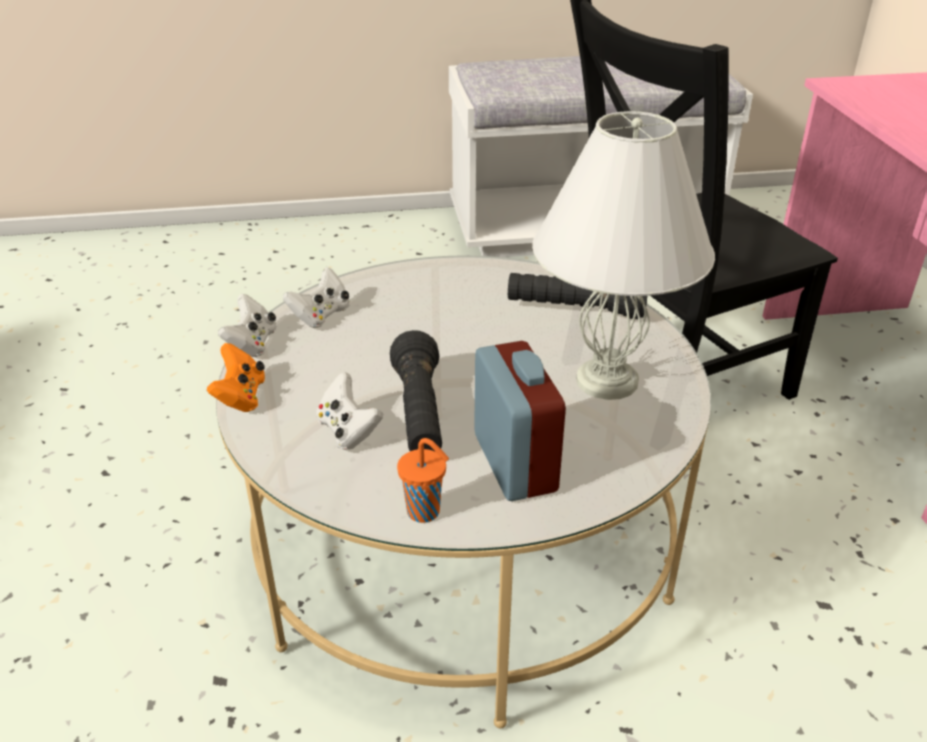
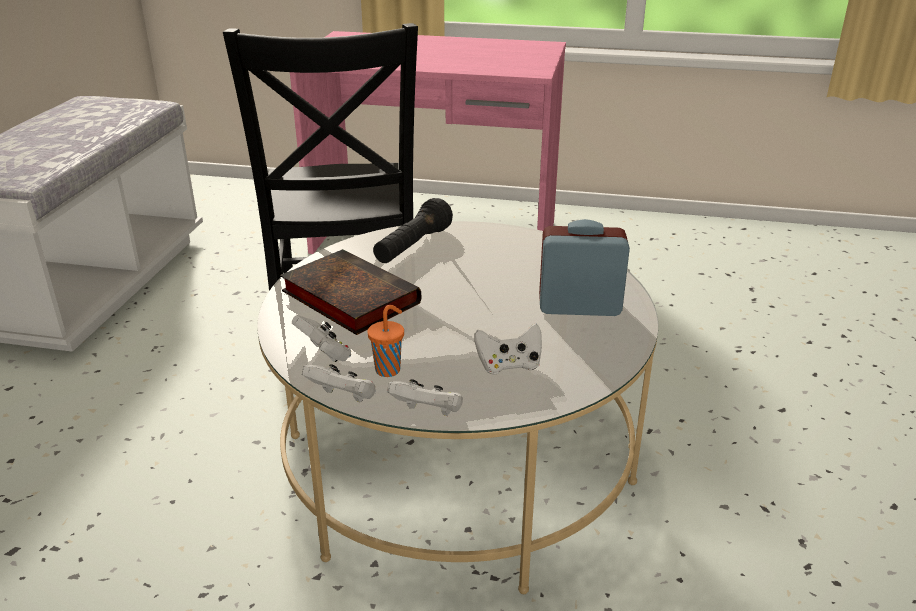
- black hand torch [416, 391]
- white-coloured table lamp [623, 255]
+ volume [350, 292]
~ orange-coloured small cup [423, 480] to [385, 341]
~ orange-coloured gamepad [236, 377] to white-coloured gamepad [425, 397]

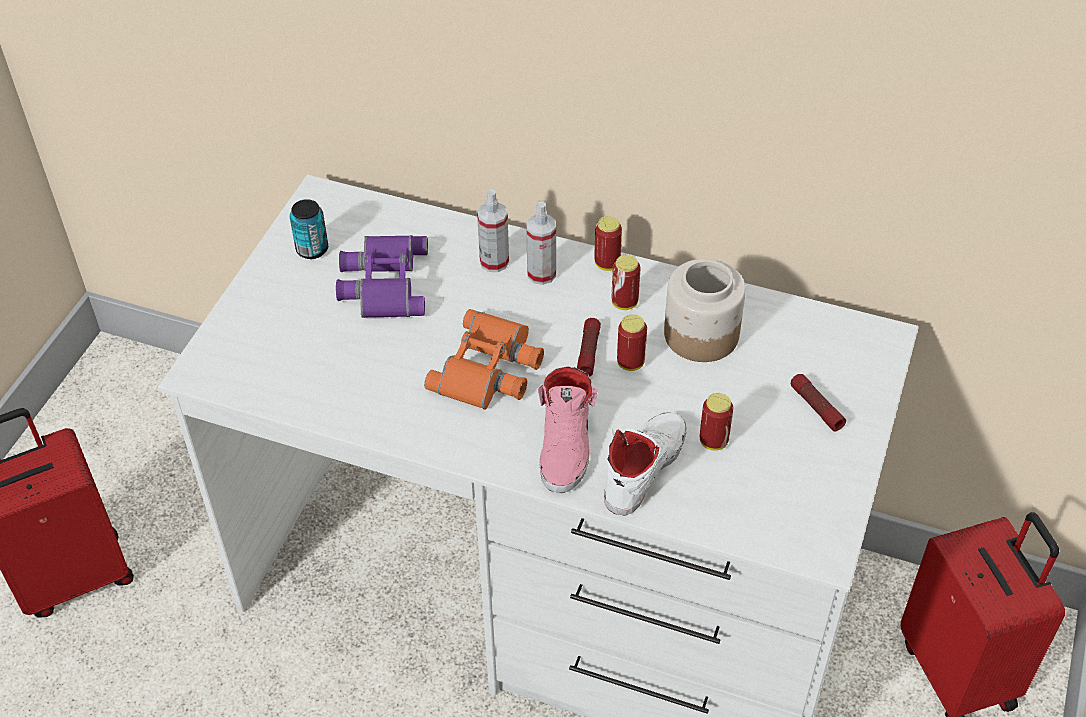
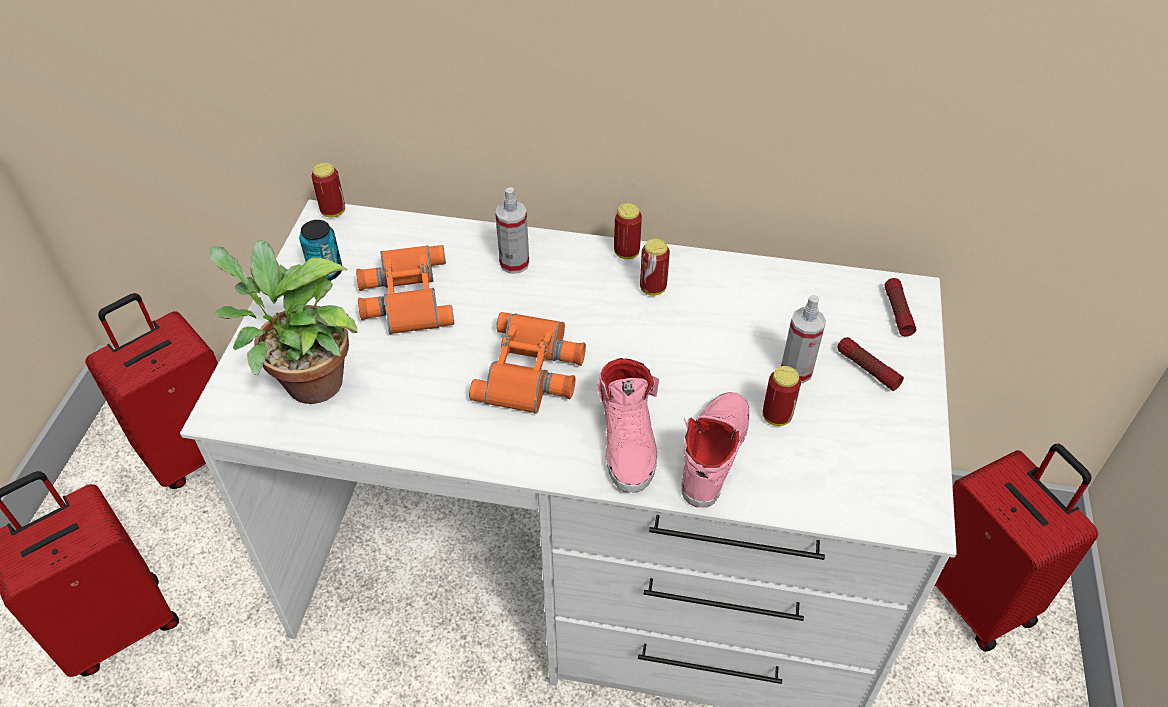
- preserve jar [705, 310]
+ red suitcase [151, 391]
+ plant in a pot [283, 322]
~ spray bottle [541, 243] to [803, 339]
~ hand torch [589, 347] to [900, 307]
~ can [632, 342] to [328, 190]
~ purple-coloured field glasses [382, 276] to orange-coloured field glasses [405, 289]
~ white-coloured shoe [645, 464] to pink shoe [716, 449]

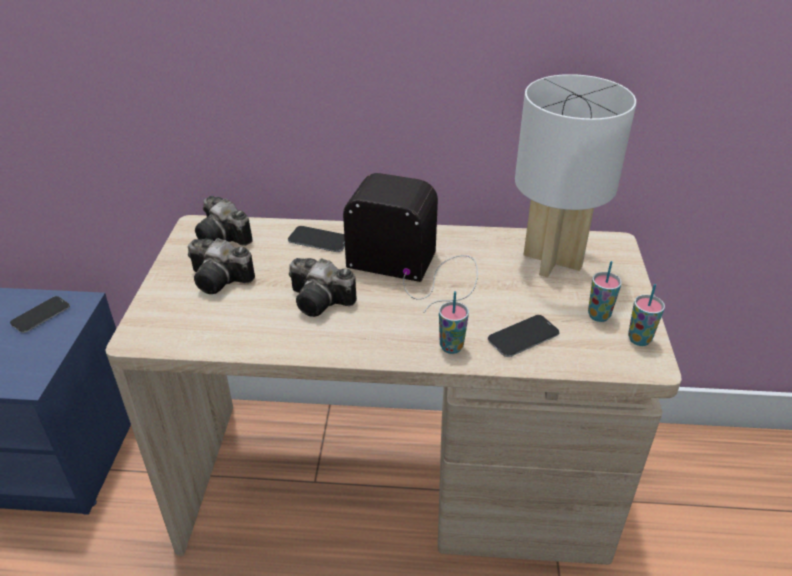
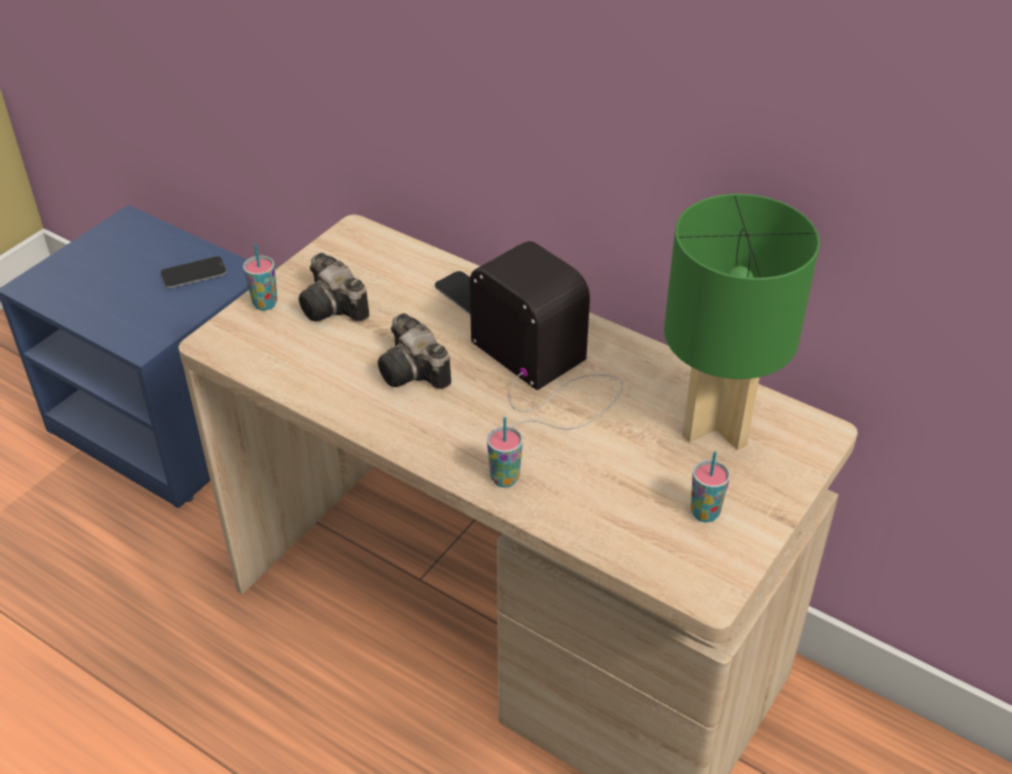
- photo camera [224, 221]
- phone [523, 336]
~ small cup [646, 315] to [260, 277]
~ white-coloured table lamp [575, 176] to green table lamp [742, 322]

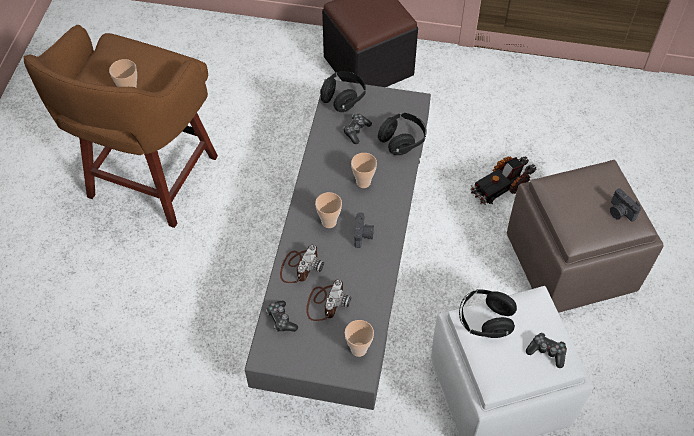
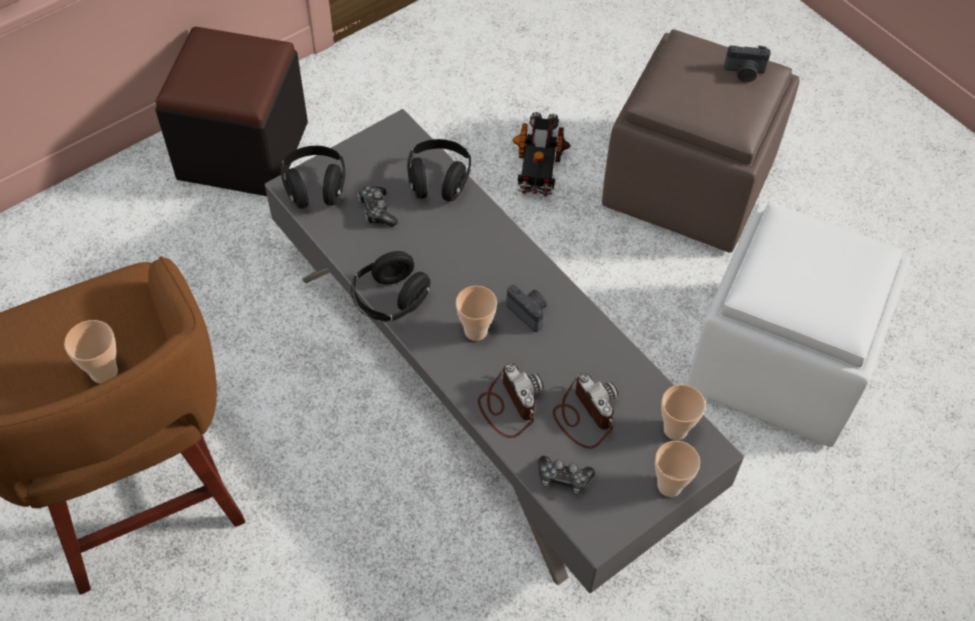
- gamepad [546, 350]
~ small cup [364, 170] to [677, 469]
~ black headset [488, 313] to [390, 286]

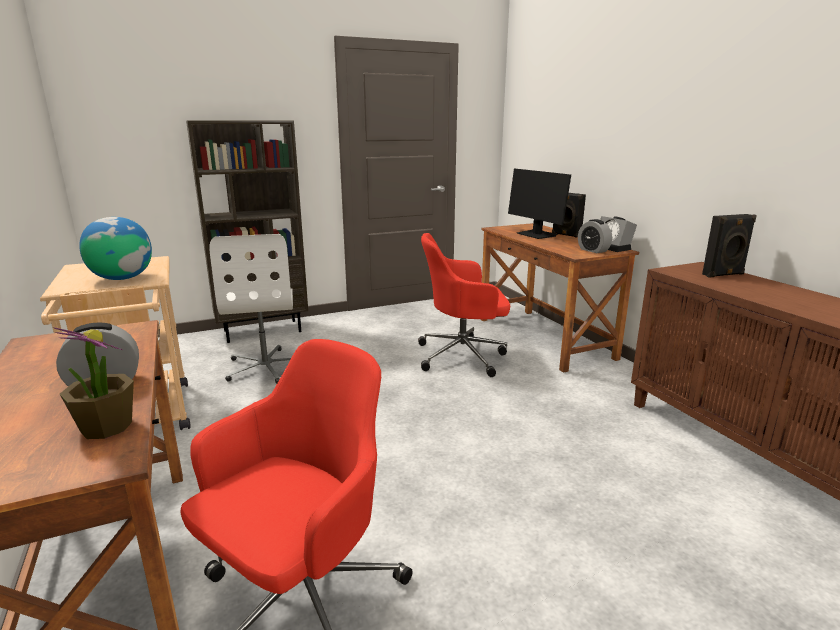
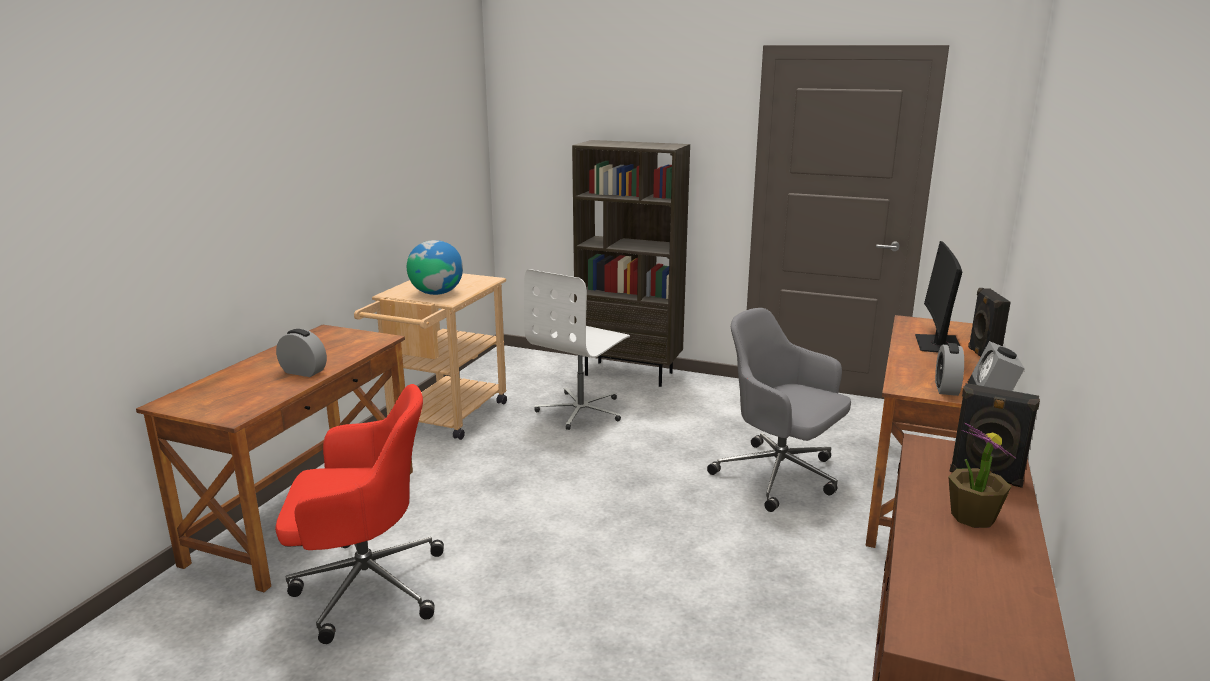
~ plant in a pot [94, 383] to [982, 475]
~ red computer chair [464, 305] to greyish computer chair [779, 410]

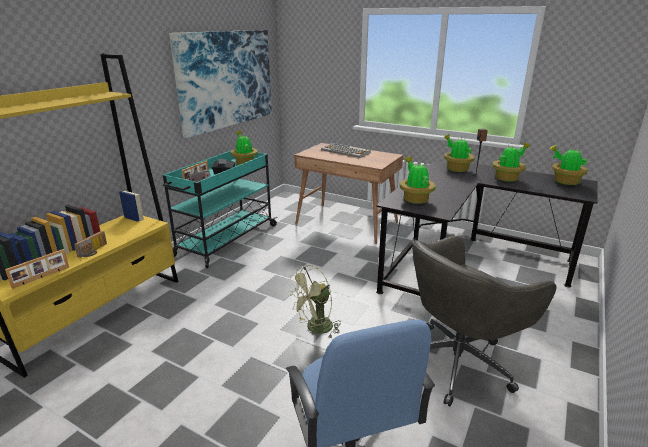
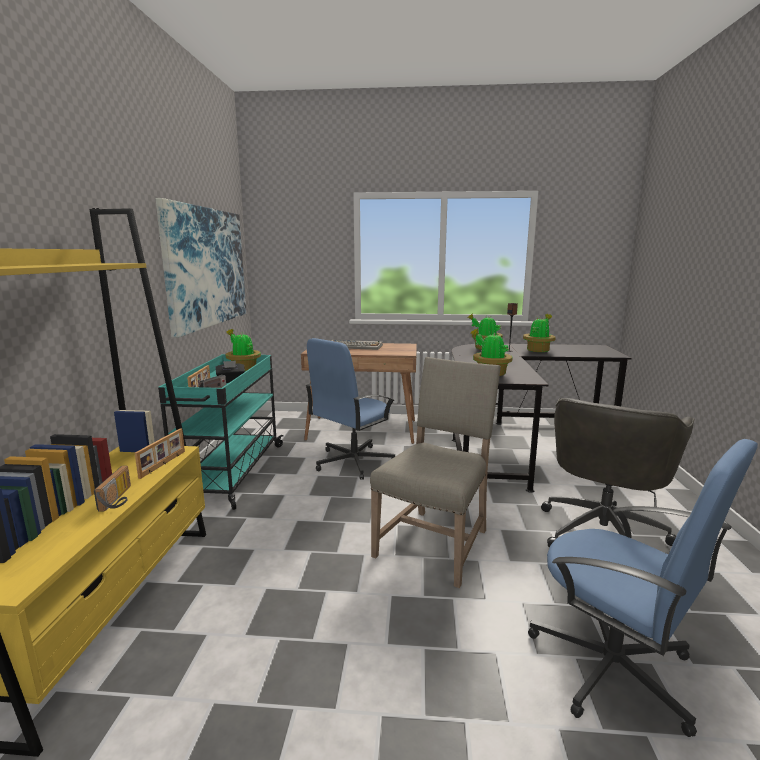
- plant in a pot [569, 165]
+ blue computer chair [350, 409]
~ picture frame [37, 269] to [160, 454]
~ green fan [314, 301] to sand-coloured chair [435, 472]

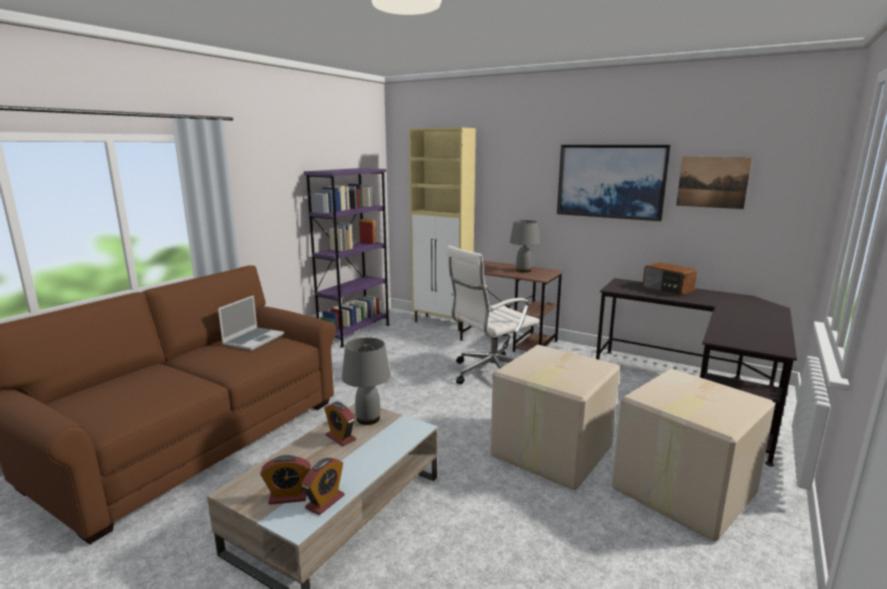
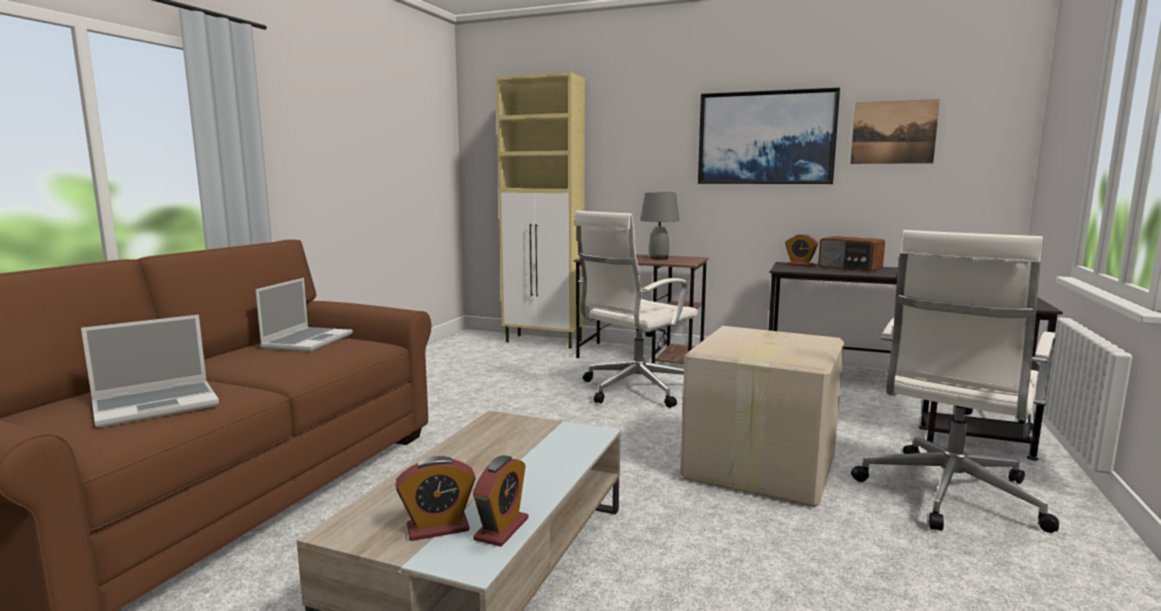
- purple-coloured bookcase [347, 258]
- greyish table lamp [366, 381]
+ notebook computer [150, 371]
~ table clock [340, 424] to [801, 250]
~ carton [693, 454] to white-coloured computer chair [955, 381]

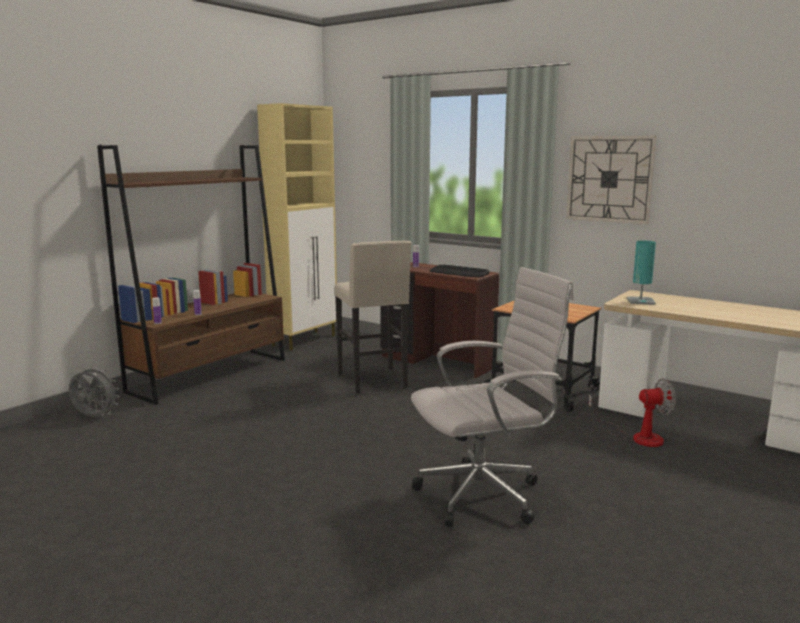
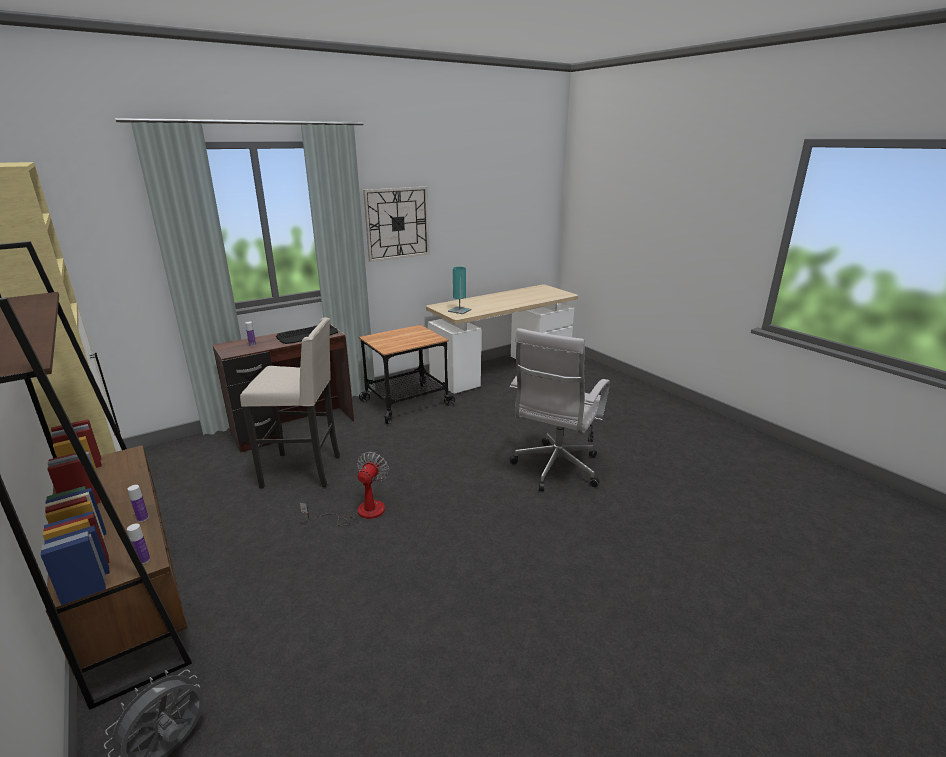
~ fan [632, 412] to [344, 489]
~ white-coloured computer chair [492, 397] = [559, 409] 150 degrees counterclockwise

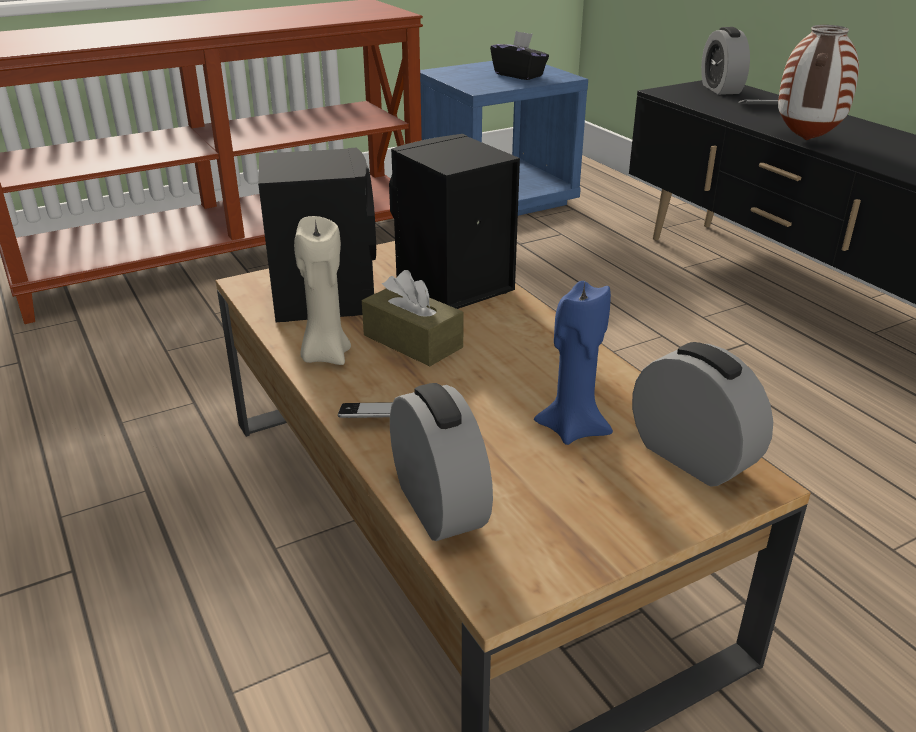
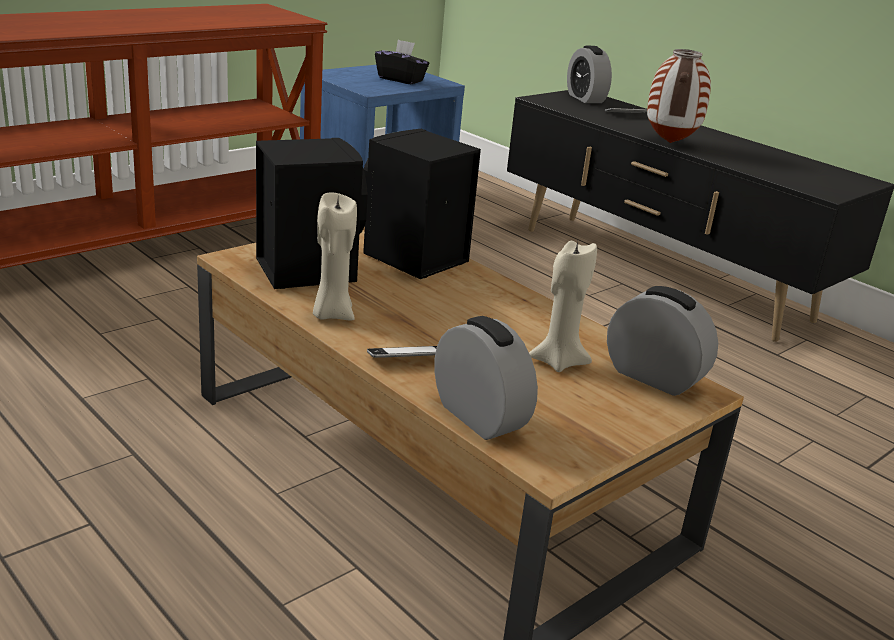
- brownish tissue holder [412, 318]
~ blue wax candle [573, 363] to sand-coloured wax candle [563, 306]

